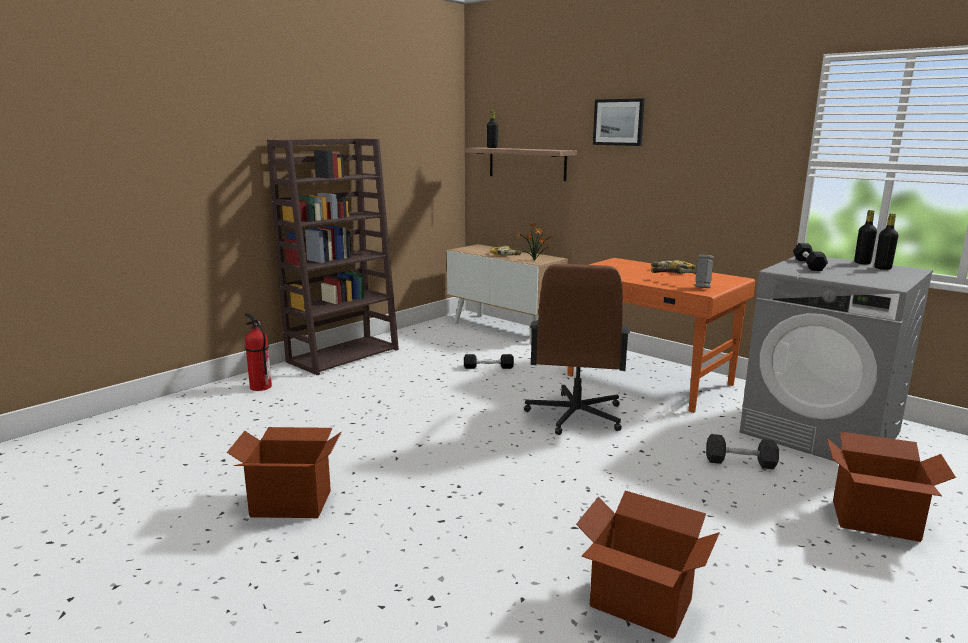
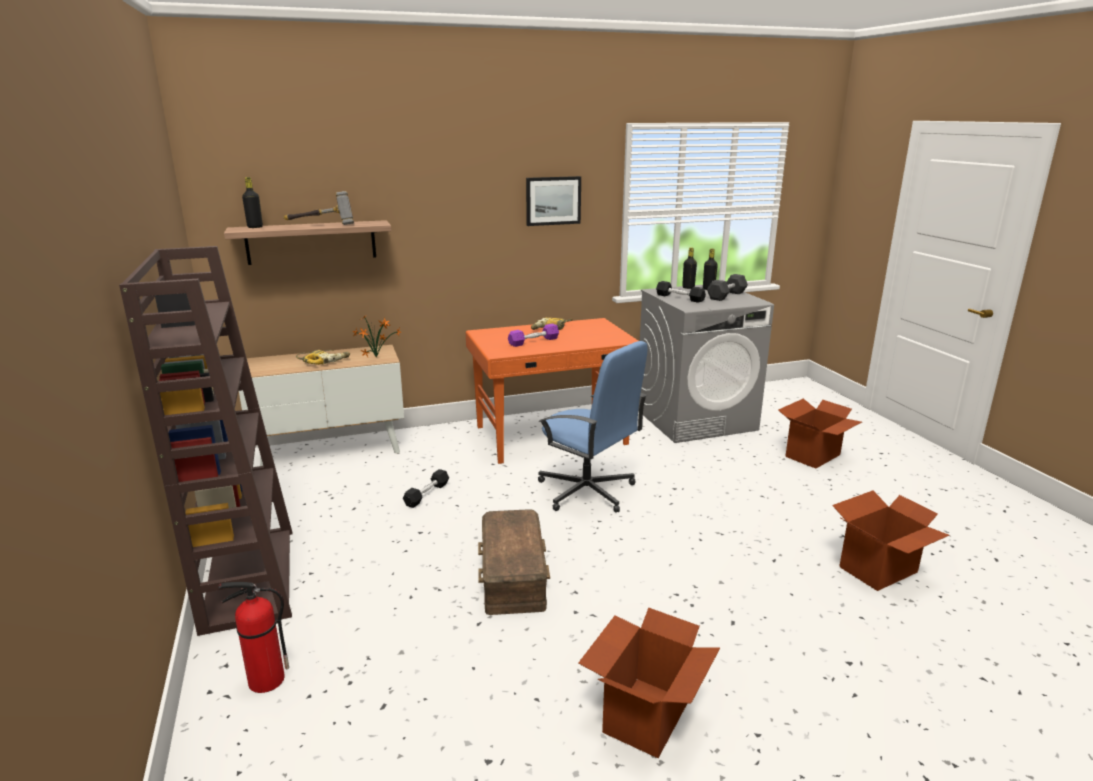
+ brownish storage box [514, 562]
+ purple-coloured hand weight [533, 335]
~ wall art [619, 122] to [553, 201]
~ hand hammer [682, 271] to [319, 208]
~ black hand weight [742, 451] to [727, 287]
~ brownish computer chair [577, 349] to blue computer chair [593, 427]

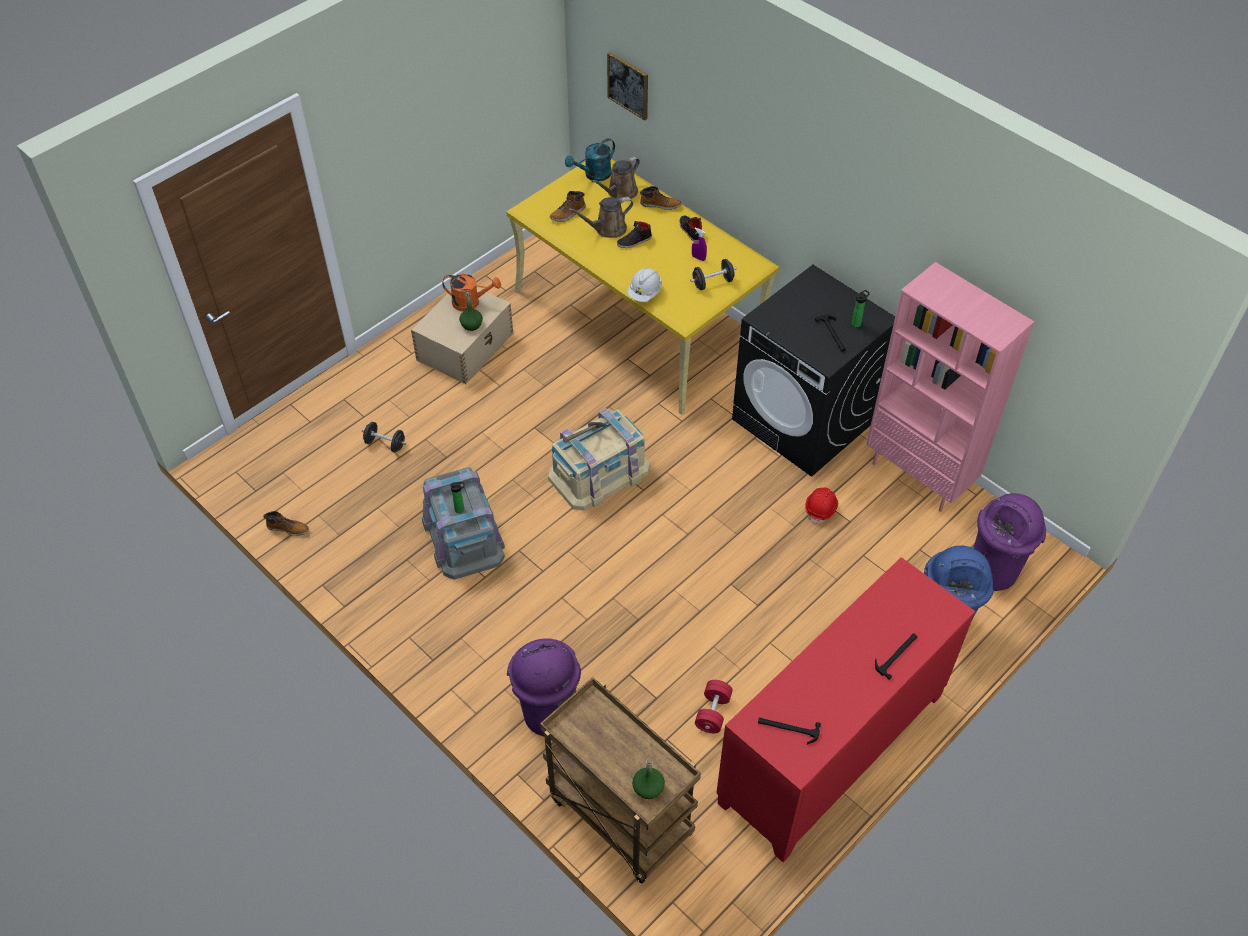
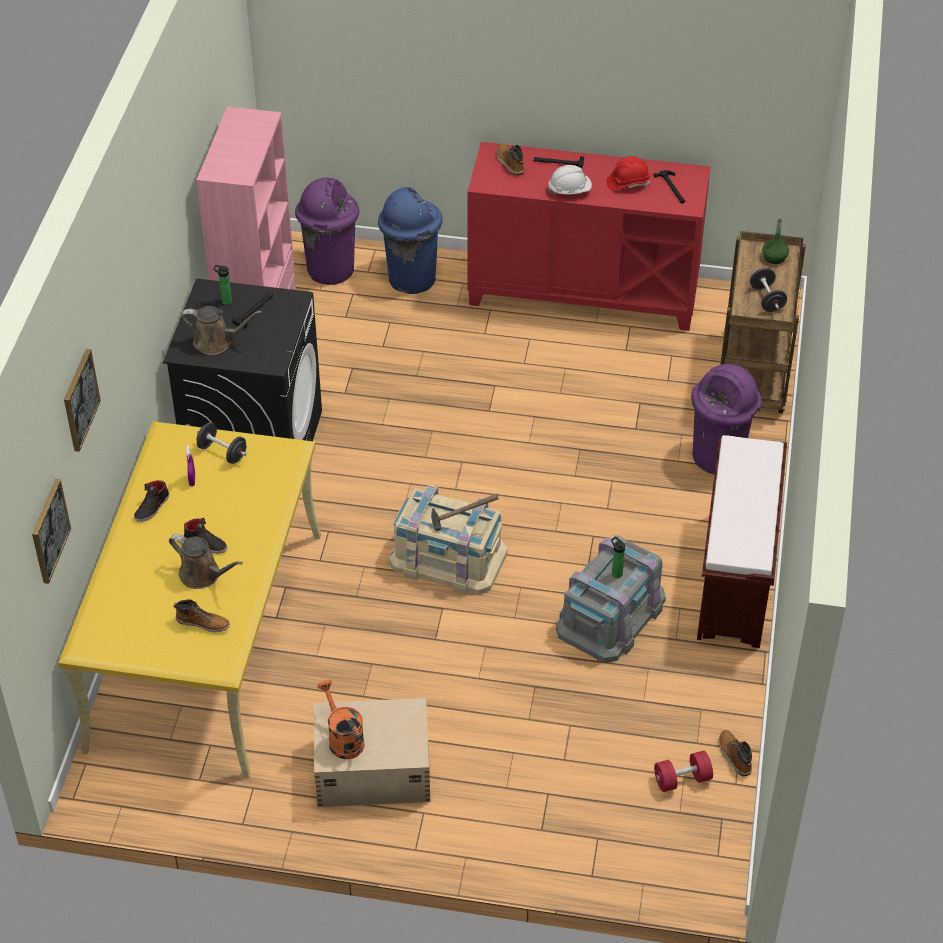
- green drink bottle [471, 311]
- blue-green watering can [590, 159]
+ wall art [82, 400]
+ brownish long seat [742, 541]
~ black hand weight [384, 437] to [768, 290]
~ brownish watering can [616, 177] to [221, 330]
~ white-coloured hard hat [644, 284] to [570, 179]
~ high-top boot [660, 198] to [510, 160]
~ red hand weight [714, 706] to [683, 771]
~ red hard hat [821, 506] to [628, 173]

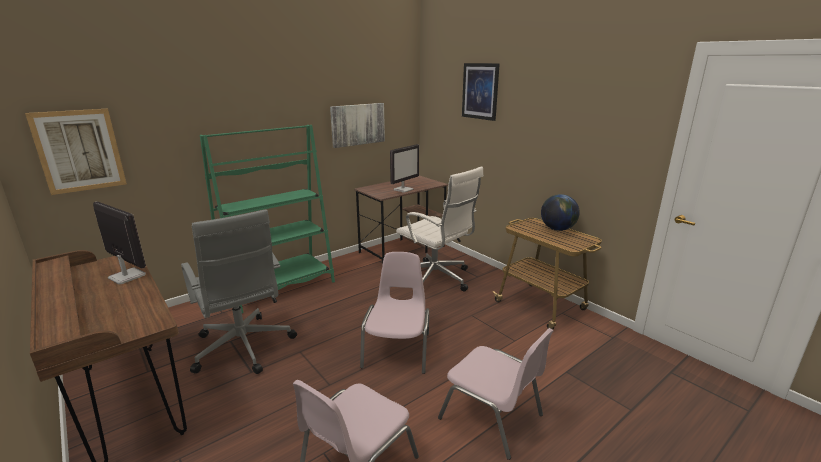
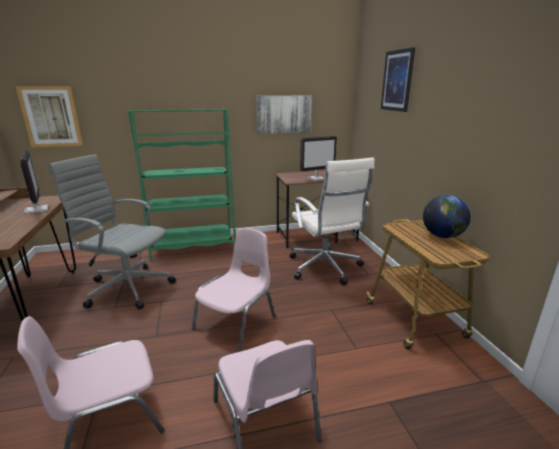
~ greyish computer chair [239, 291] = [112, 232] 120 degrees clockwise

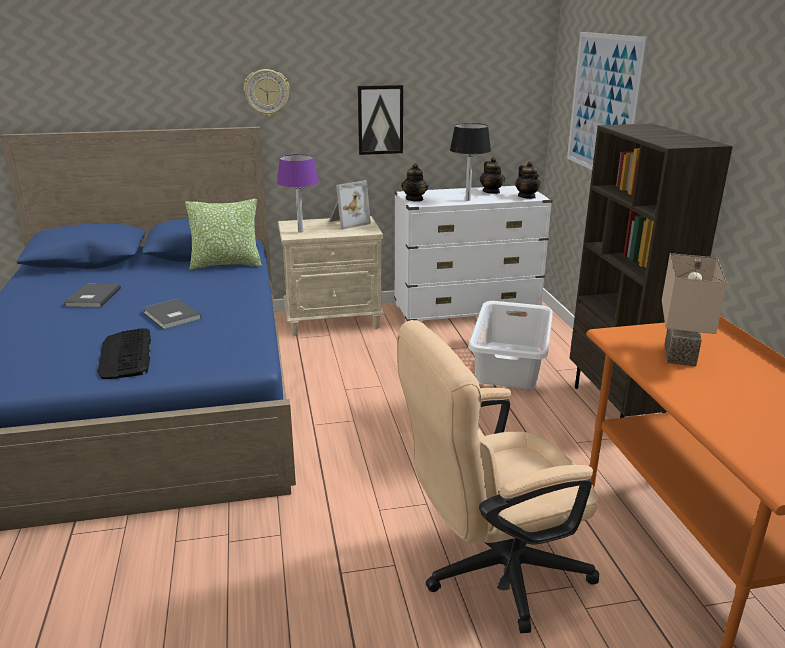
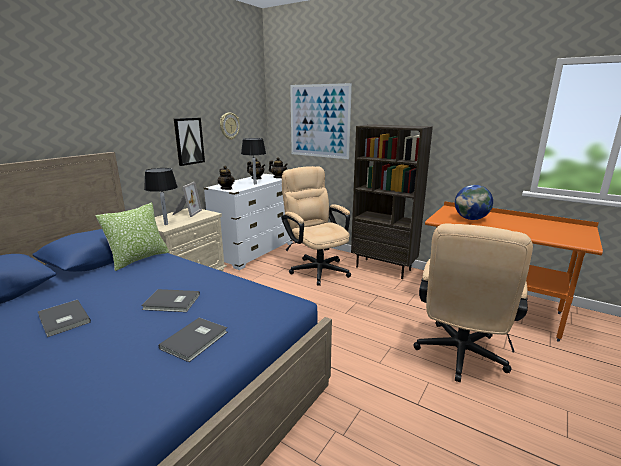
~ hanging clock [267, 93] to [230, 126]
~ PC keyboard [124, 353] to greyish volume [193, 340]
~ white-coloured laundry basket [510, 345] to sand-coloured computer chair [316, 226]
~ sand-coloured table lamp [694, 310] to globe [474, 202]
~ purple-coloured table lamp [298, 193] to black table lamp [161, 196]

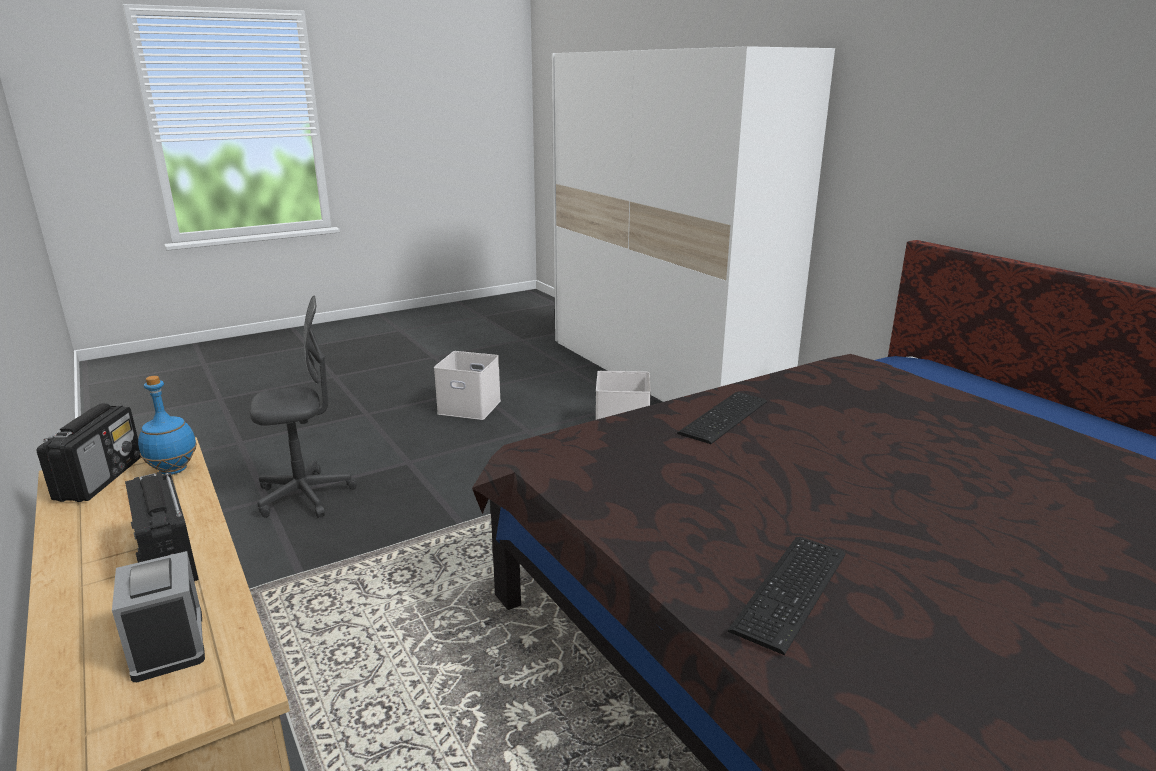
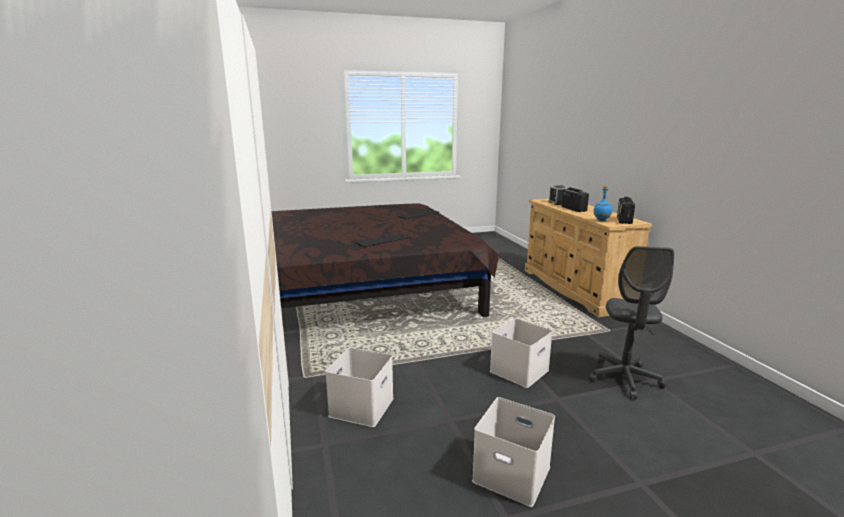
+ white-coloured storage box [521, 353]
~ greyish computer chair [303, 406] = [631, 322] 75 degrees counterclockwise

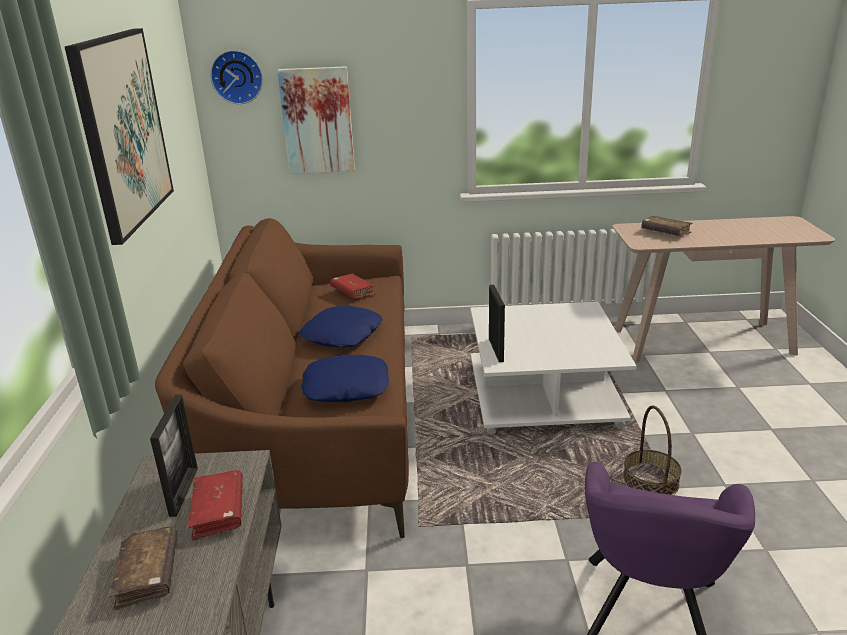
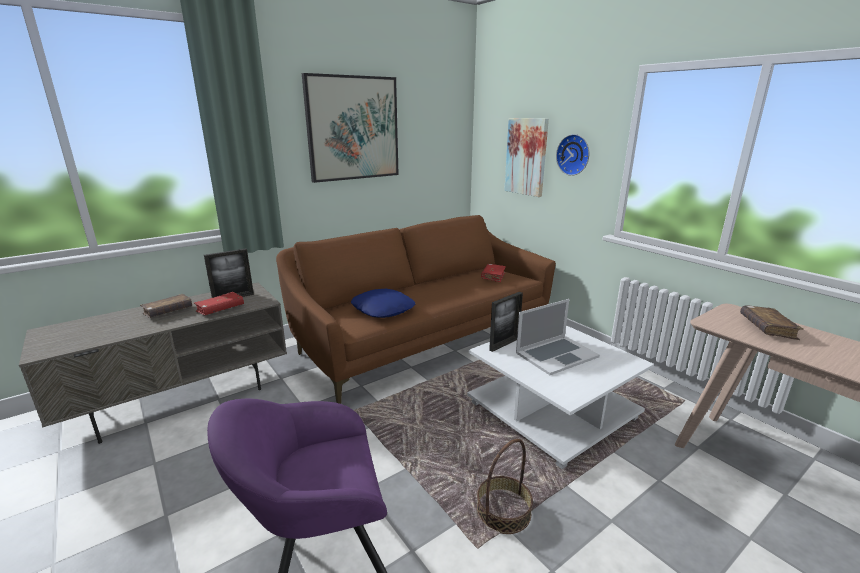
- blue cushion [341, 326]
+ notebook computer [558, 337]
~ hanging clock [236, 77] to [572, 155]

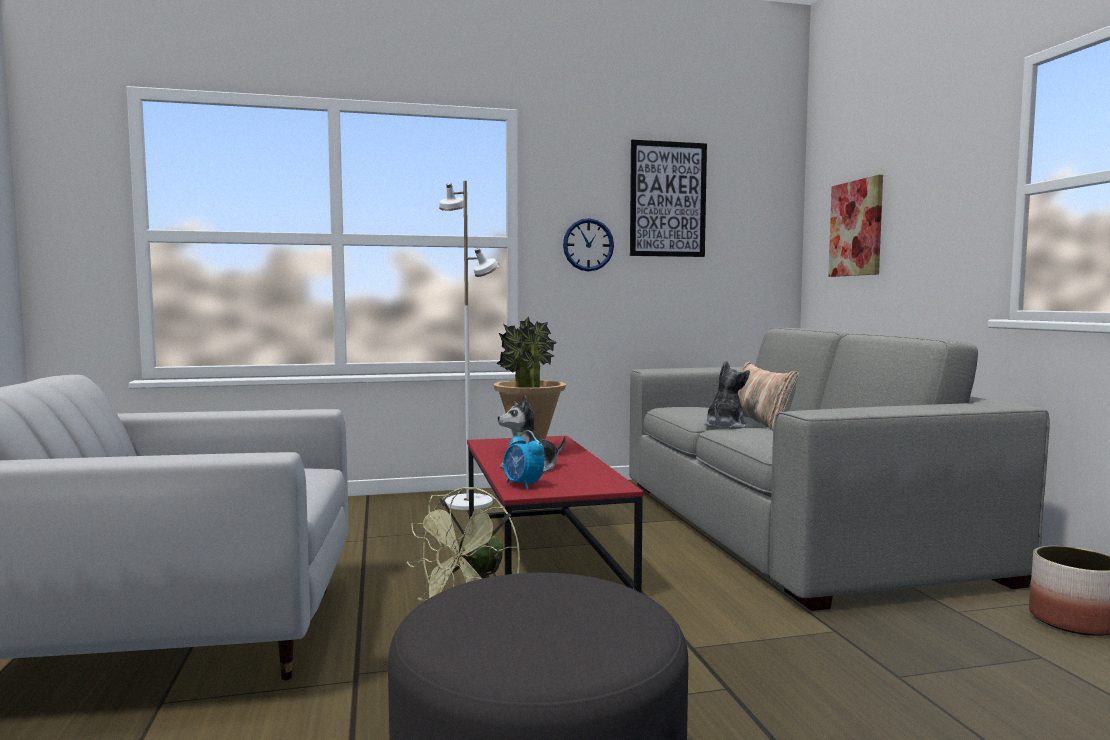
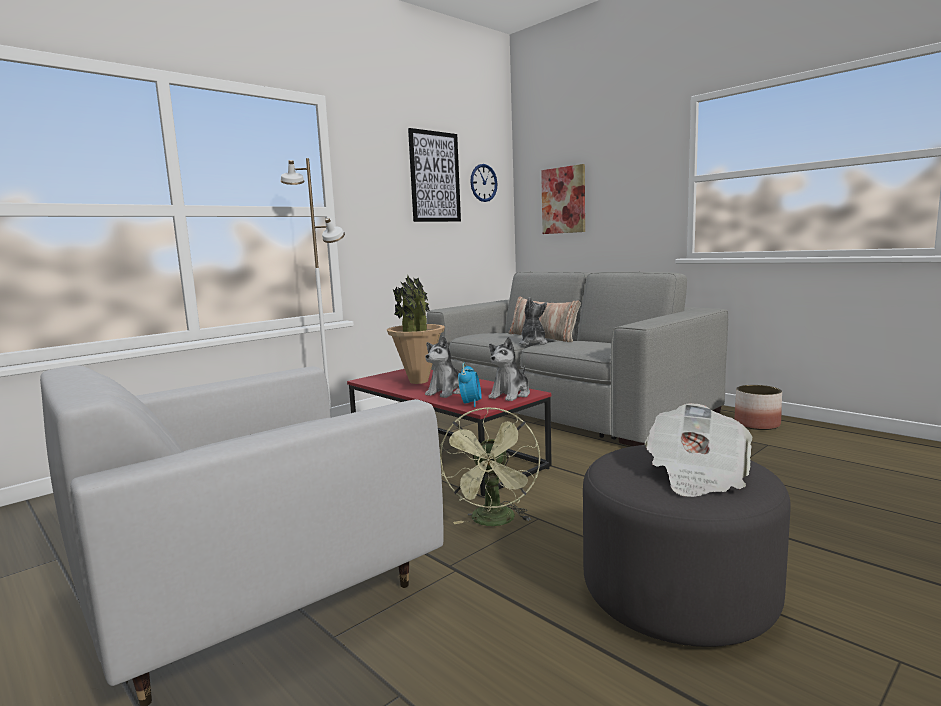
+ soft toy [509, 369]
+ daily paper [699, 450]
~ hanging clock [588, 244] to [484, 183]
~ table clock [523, 460] = [470, 385] 105 degrees counterclockwise

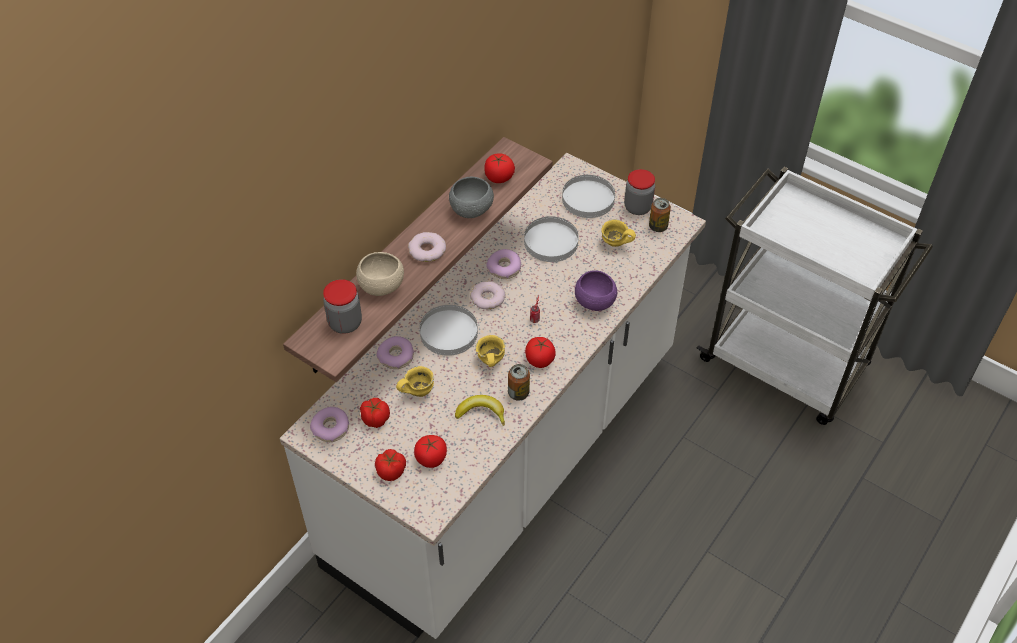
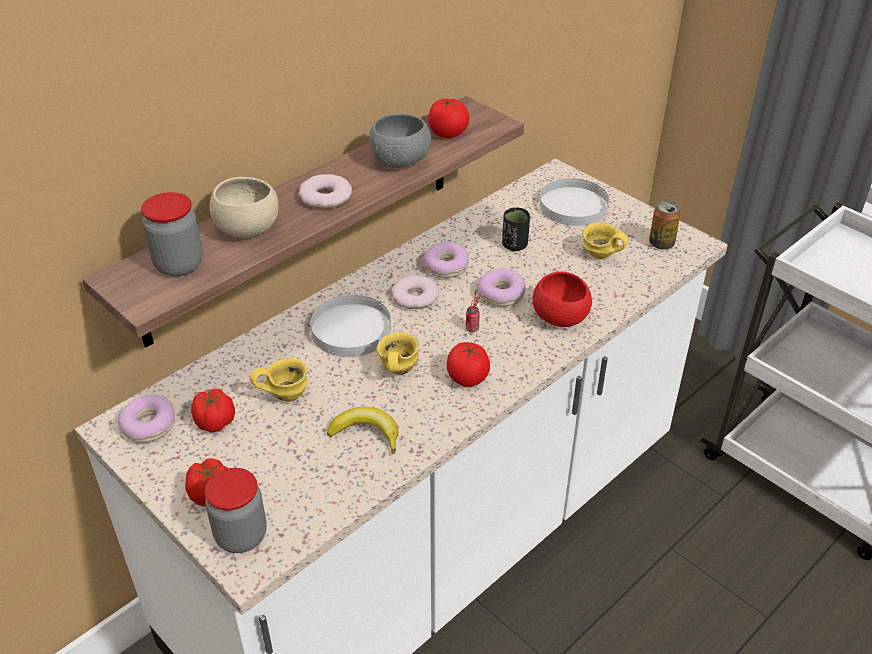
- fresh tomato [430, 451]
- can [519, 382]
~ doughnut [395, 352] to [501, 287]
~ preserve jar [639, 192] to [236, 510]
~ white-coloured dinner plate [551, 239] to black small cup [516, 229]
~ purple-coloured deep dish [596, 290] to red deep dish [562, 299]

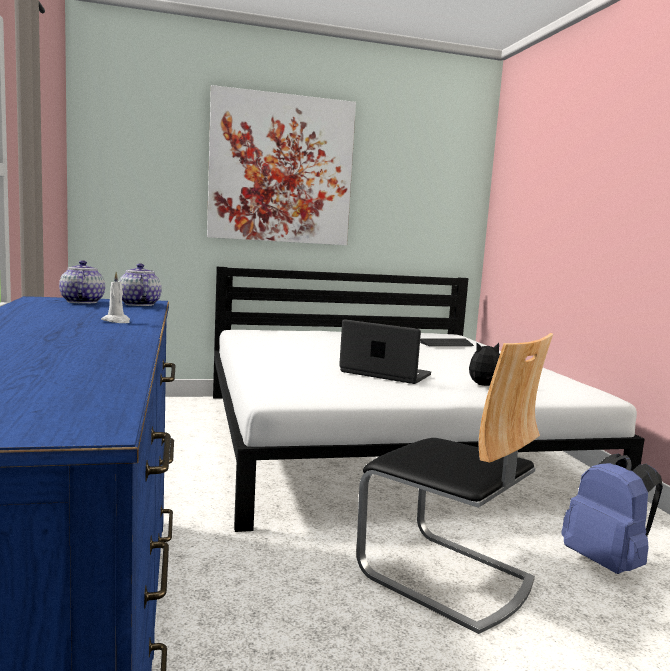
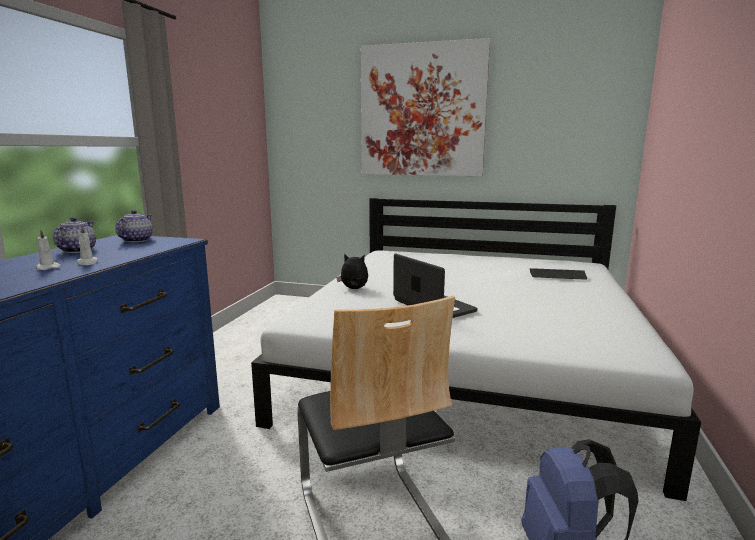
+ white-coloured wax candle [48, 250]
~ pot for tea [140, 284] to [74, 235]
~ soft toy [484, 364] to [352, 271]

